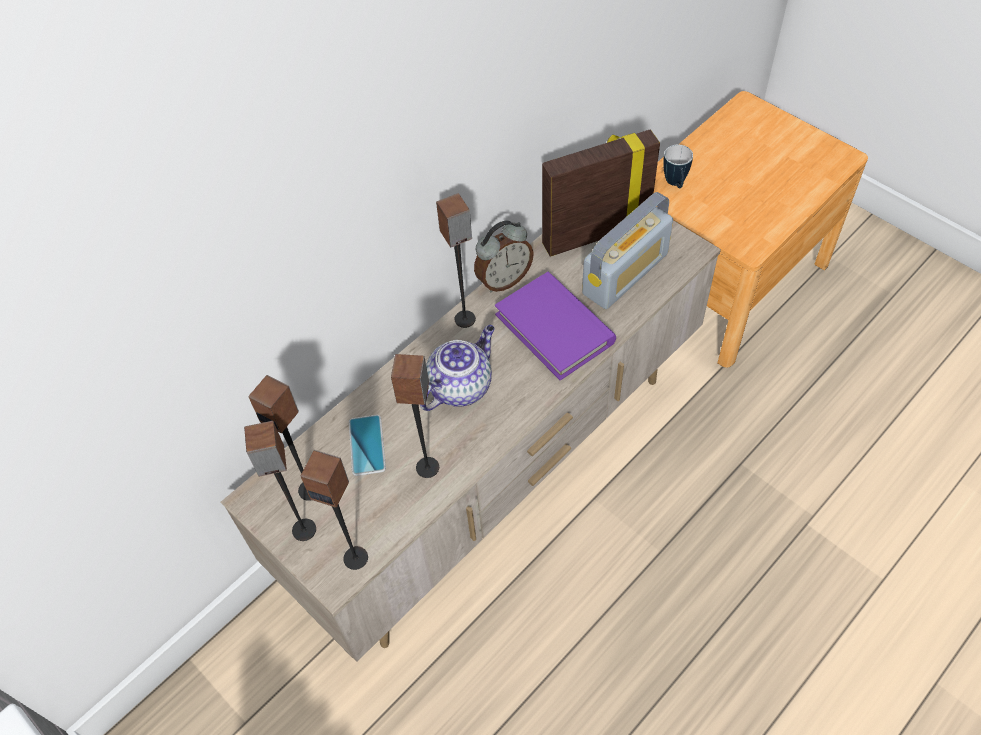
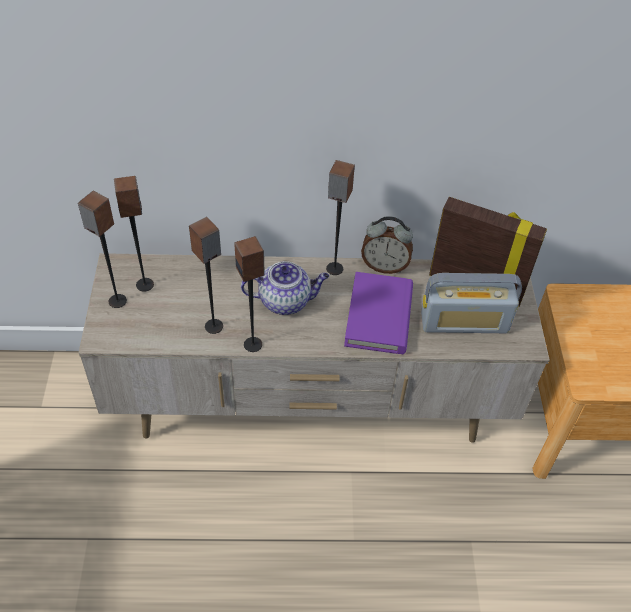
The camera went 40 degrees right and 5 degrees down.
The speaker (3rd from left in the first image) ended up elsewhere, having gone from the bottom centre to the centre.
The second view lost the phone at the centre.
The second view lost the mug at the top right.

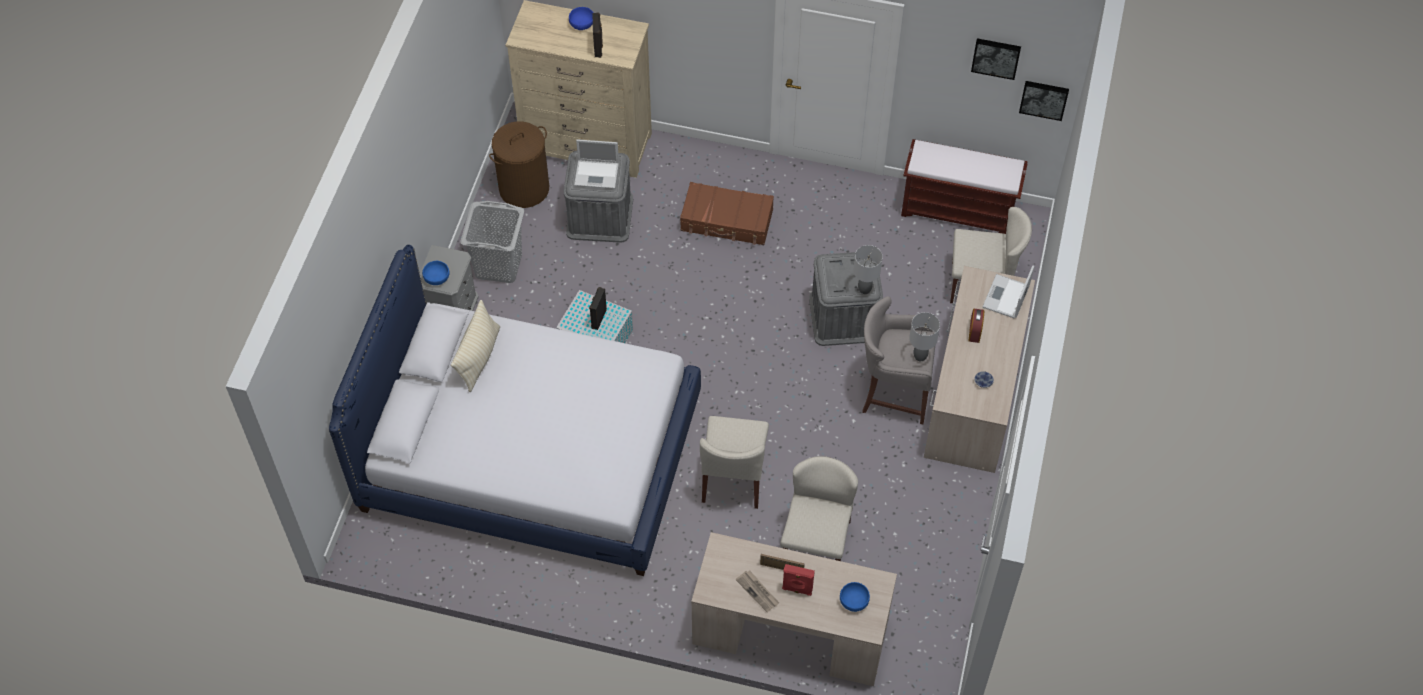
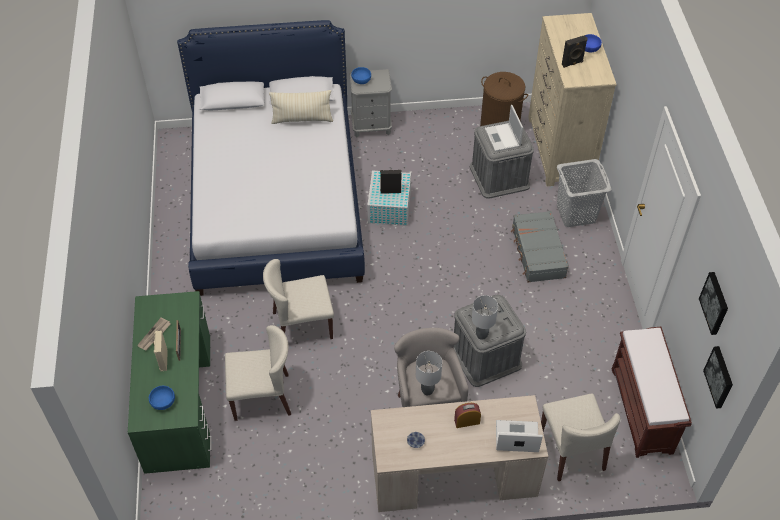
The camera went 70 degrees right and 5 degrees down.
The grey laundry basket ended up elsewhere, having gone from the centre to the middle right.
What was the brown suitcase at the top centre turned into the grey suitcase at the middle right.
What was the beige desk (1st from left) at the bottom centre turned into the green desk at the bottom left.
What was the red speaker at the bottom centre turned into the beige speaker at the bottom left.

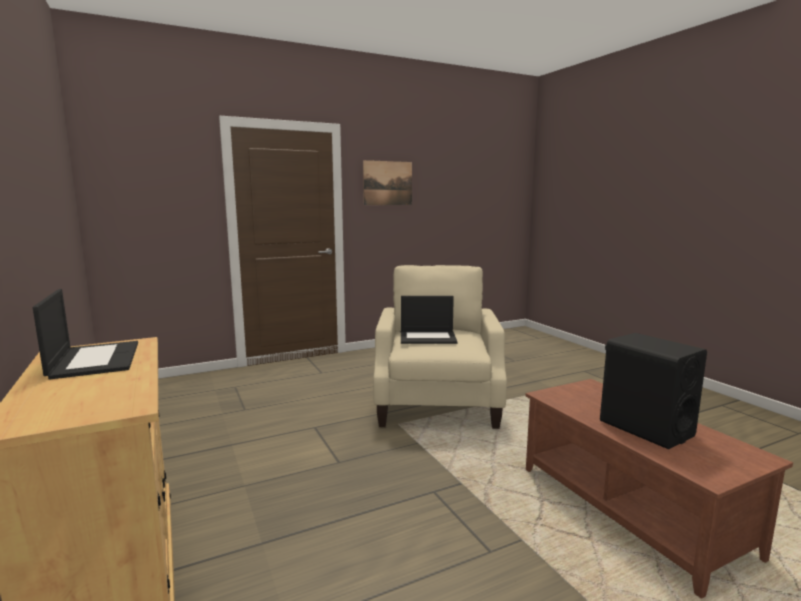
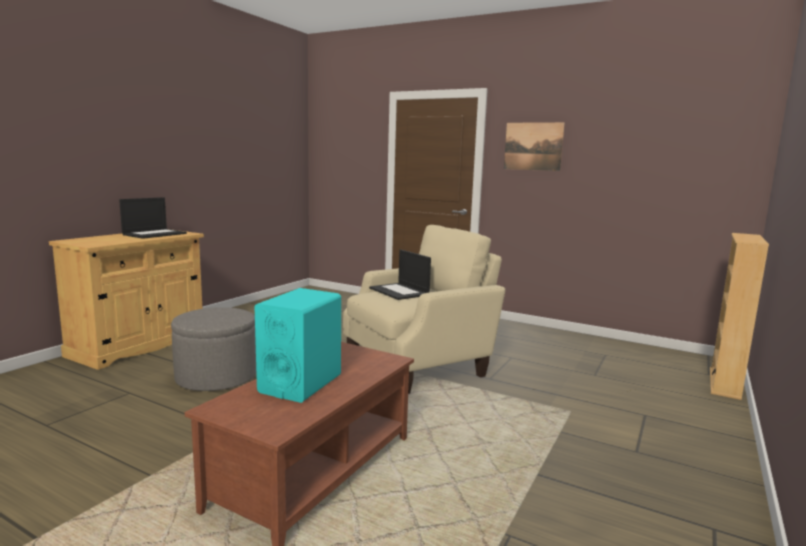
The camera went 55 degrees right and 0 degrees up.
What was the black speaker at the middle right turned into the turquoise speaker at the centre.
The second view gained the grey ottoman at the middle left.
The second view gained the beige bookcase at the middle right.

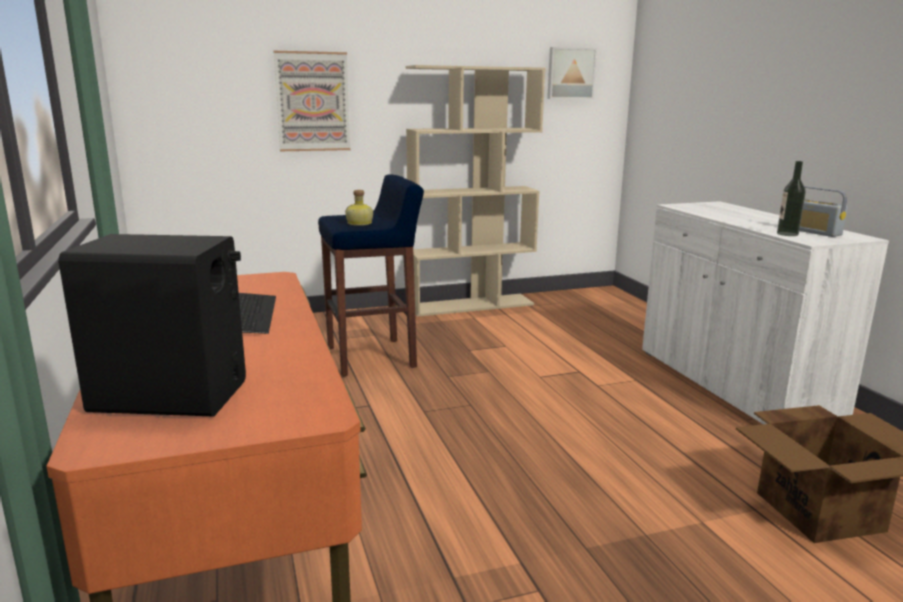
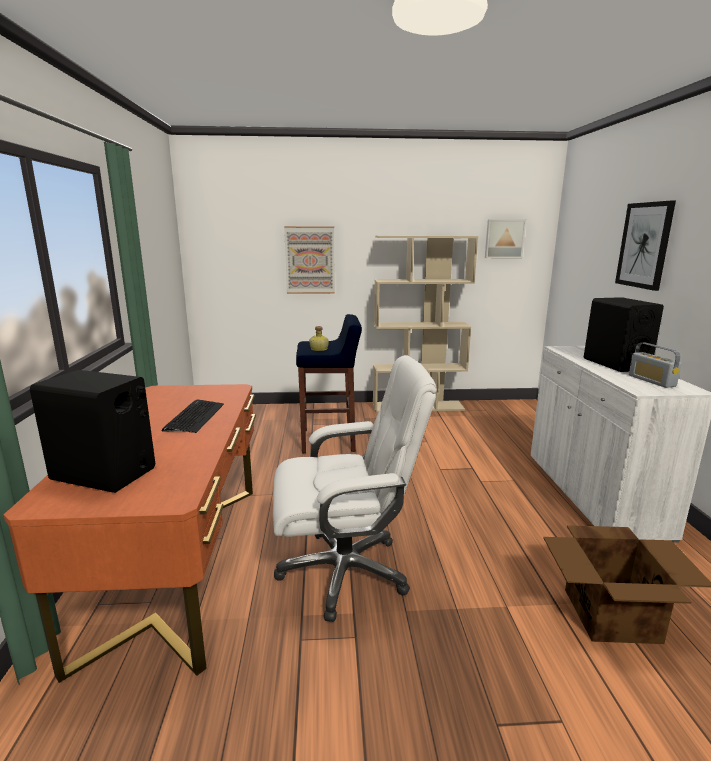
The camera went 15 degrees right and 0 degrees up.
The second view lost the bottle (2nd from left) at the top right.
The second view gained the white office chair at the centre.
The second view gained the black speaker (2nd from left) at the middle right.
The second view gained the picture (3rd from left) at the top right.

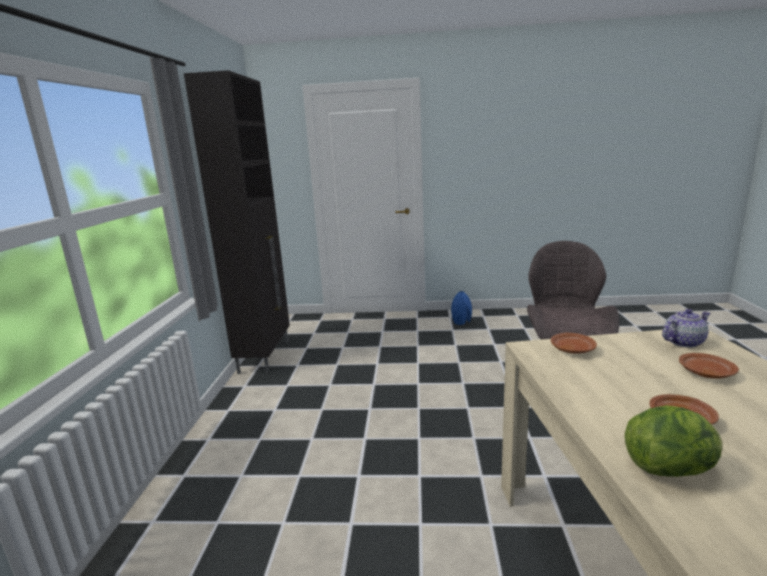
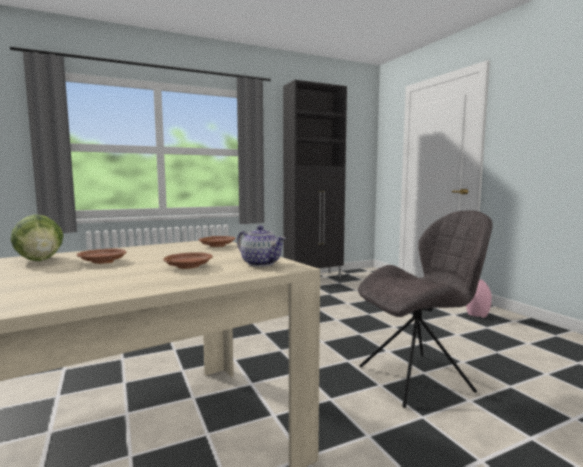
The camera went 60 degrees right and 10 degrees down.
What was the blue vase at the centre turned into the pink vase at the middle right.

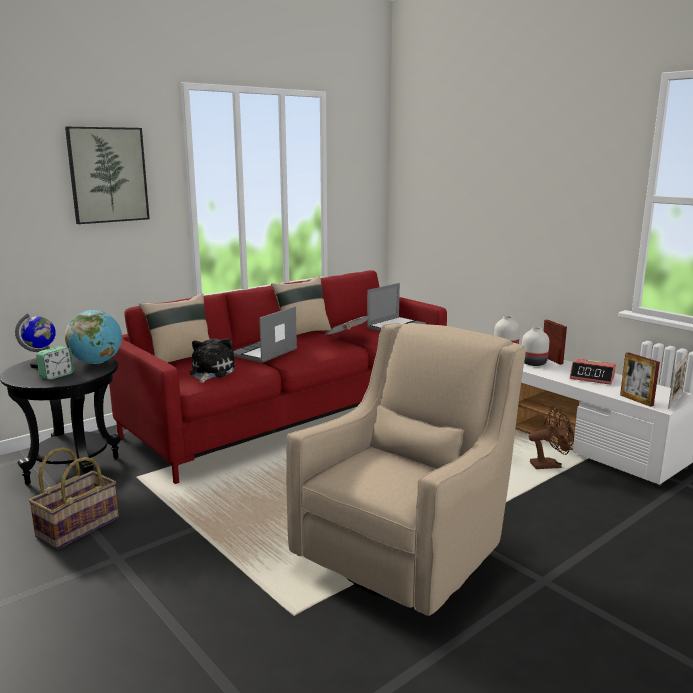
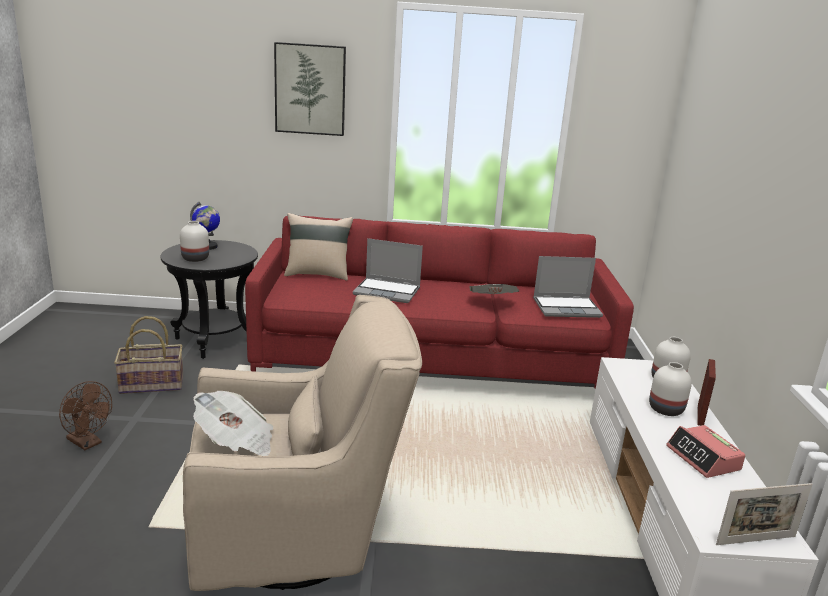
The camera went 40 degrees right and 5 degrees up.
Where the alarm clock (1st from left) stood at the middle left, the white vase (1st from left) came to stand at the middle left.
The second view lost the globe (2nd from left) at the middle left.
The second view lost the plush toy at the middle left.
The laptop (1st from left) at the centre ended up facing another way, 150 degrees counterclockwise from before.
The second view lost the beige pillow (2nd from left) at the centre.
The brown fan ended up elsewhere, having gone from the middle right to the bottom left.
The second view lost the picture frame (2nd from left) at the middle right.
The second view gained the newspaper (1st from left) at the bottom left.

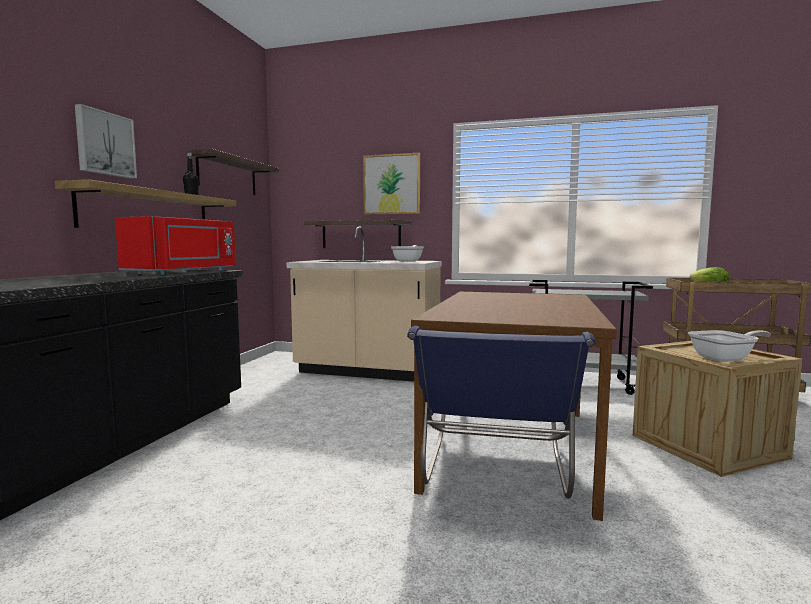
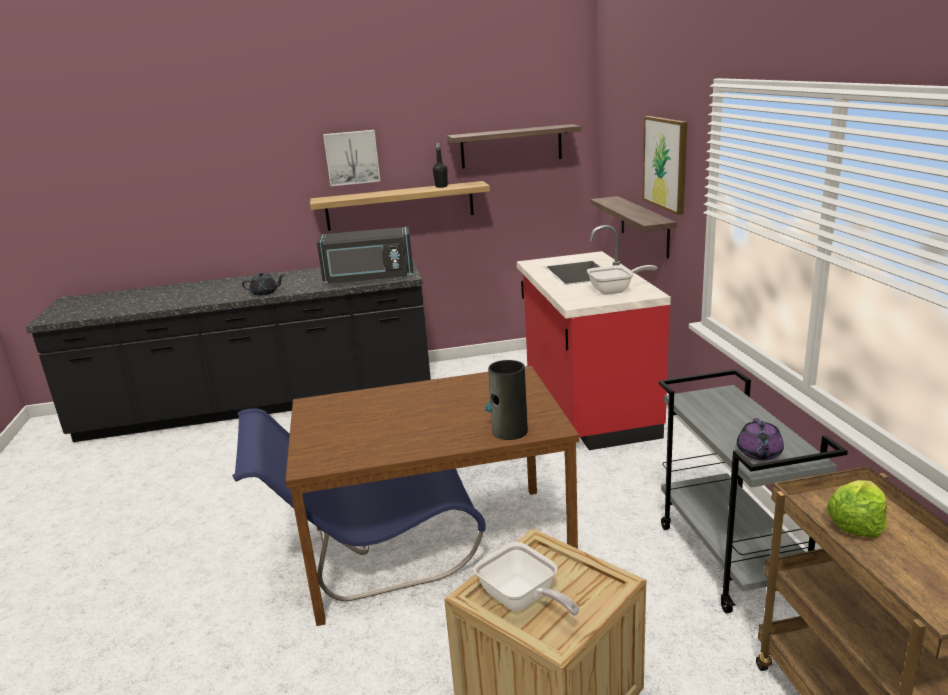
The camera went 65 degrees right and 15 degrees up.
What was the red microwave at the middle left turned into the black microwave at the centre.
What was the beige counter at the centre turned into the red counter at the centre.
The second view gained the black teapot at the middle left.
The second view gained the vase at the centre.
The second view gained the purple teapot at the middle right.

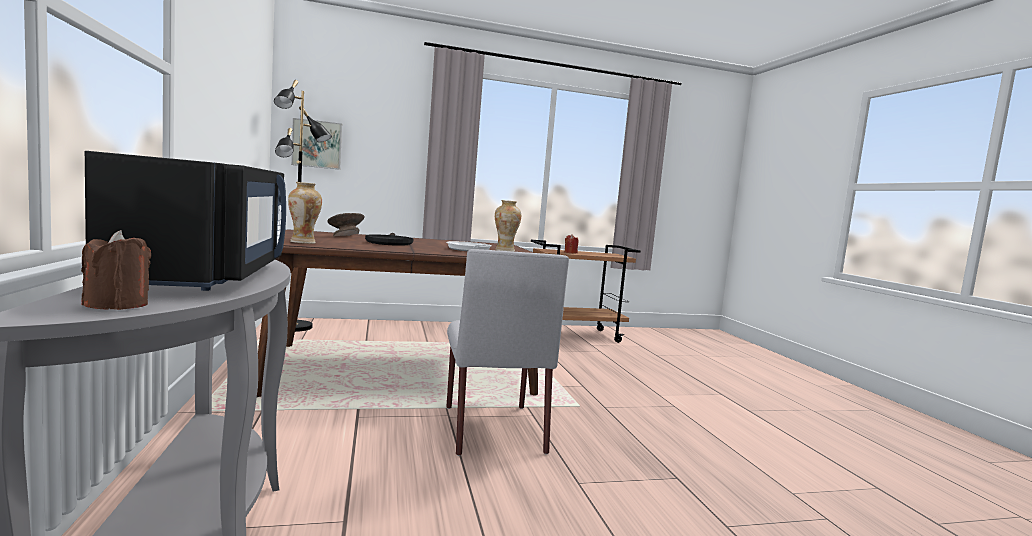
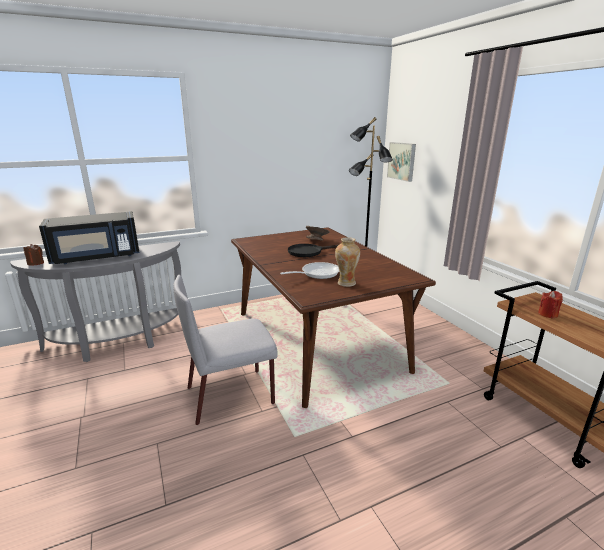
The camera went 80 degrees right and 15 degrees up.
The second view lost the vase (1st from left) at the middle left.

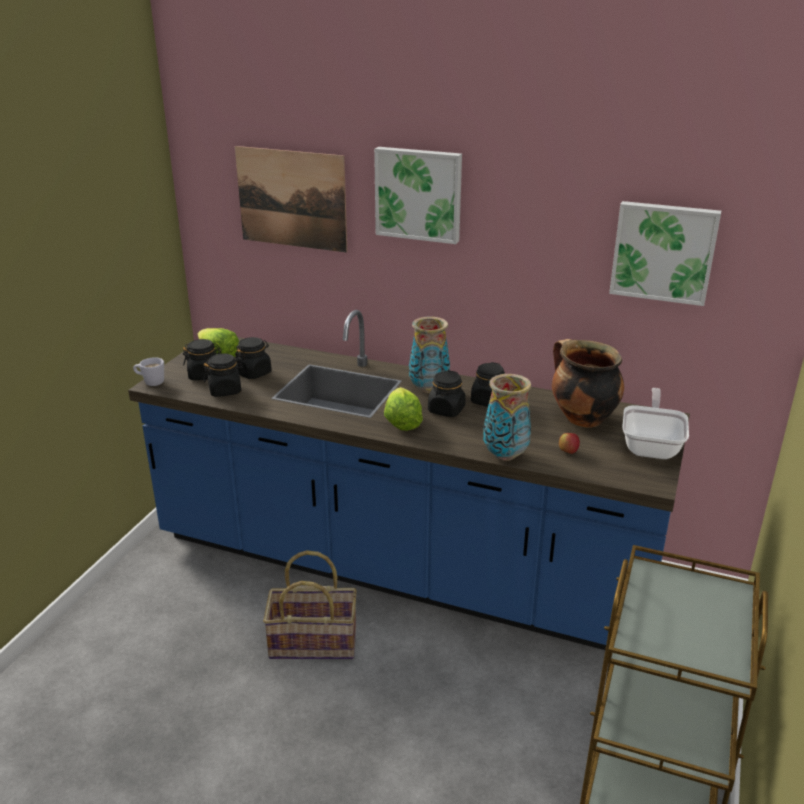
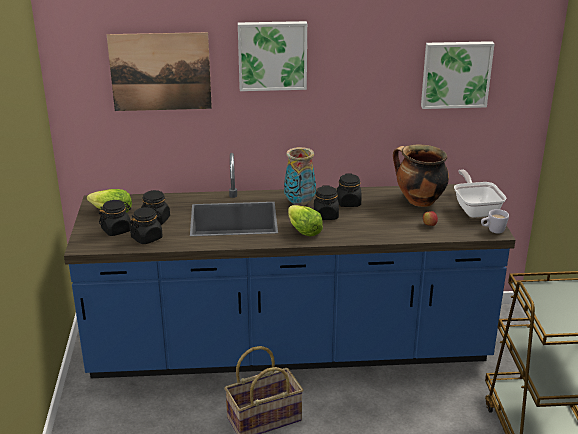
The camera went 25 degrees left and 0 degrees up.
The white mug ended up elsewhere, having gone from the middle left to the middle right.
The second view lost the vase (2nd from left) at the centre.

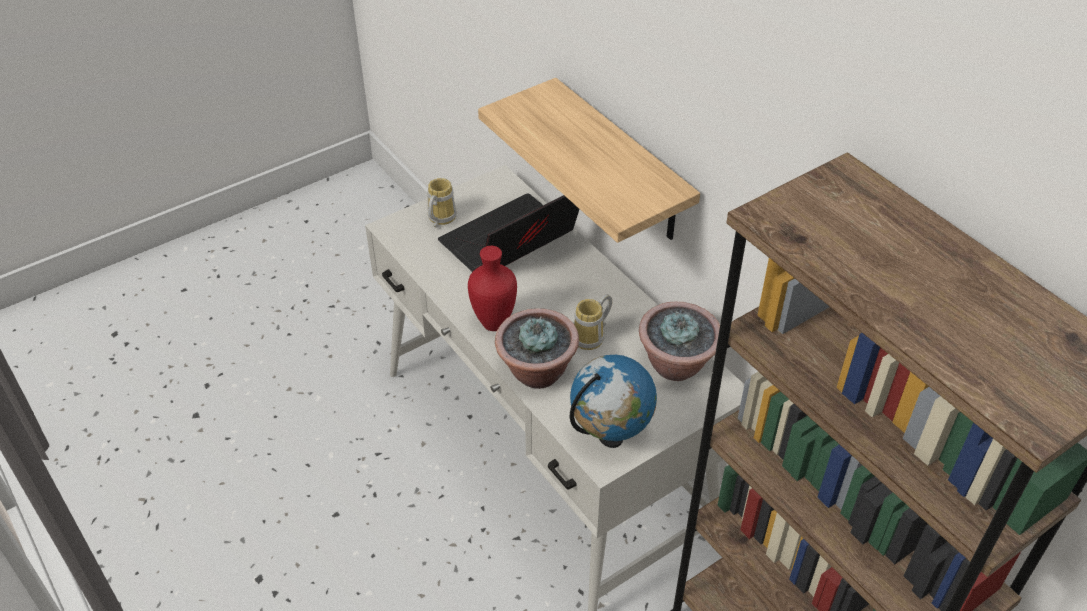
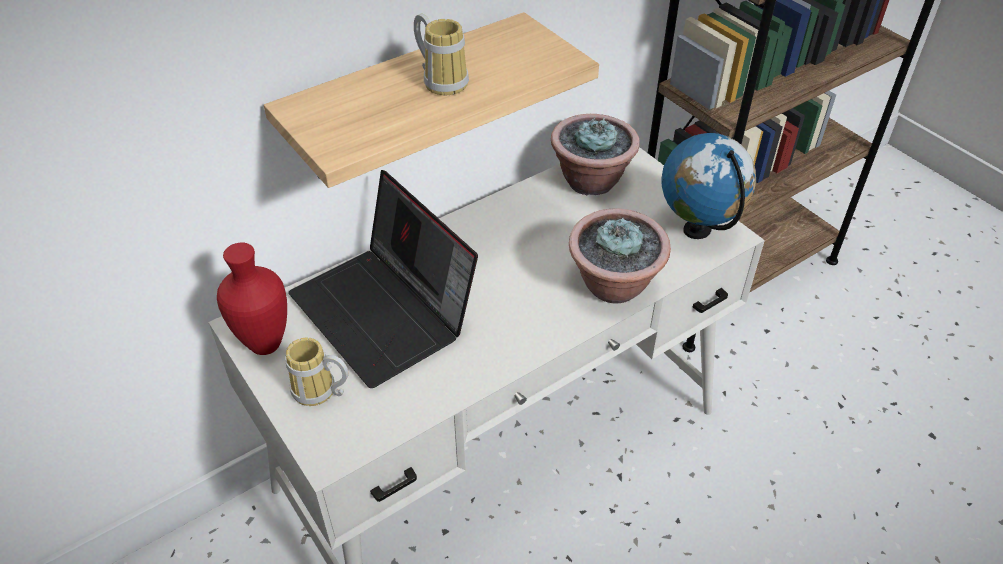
The camera went 90 degrees left and 0 degrees up.
The red vase ended up elsewhere, having gone from the centre to the middle left.
The mug (2nd from left) ended up elsewhere, having gone from the centre to the top centre.

